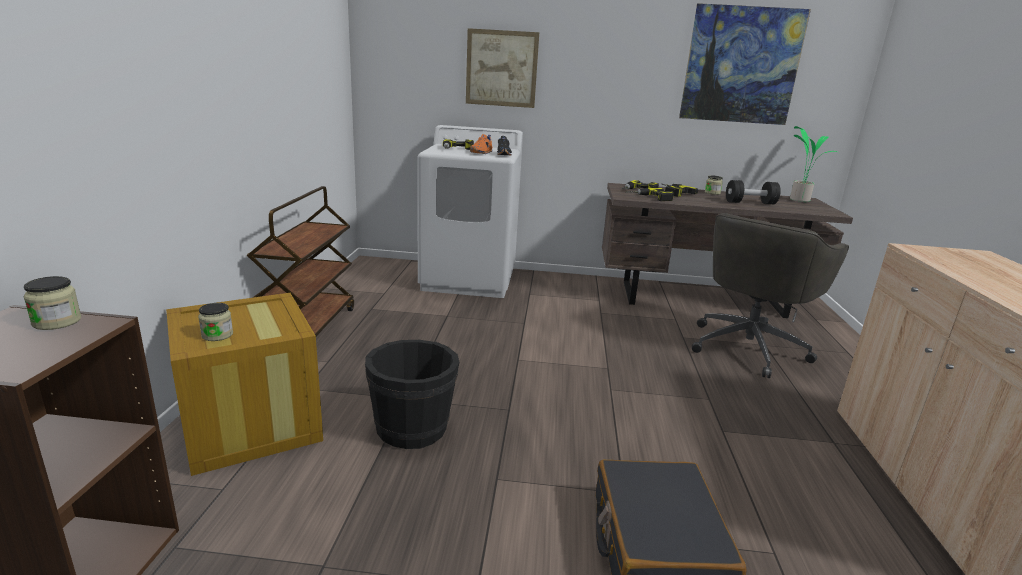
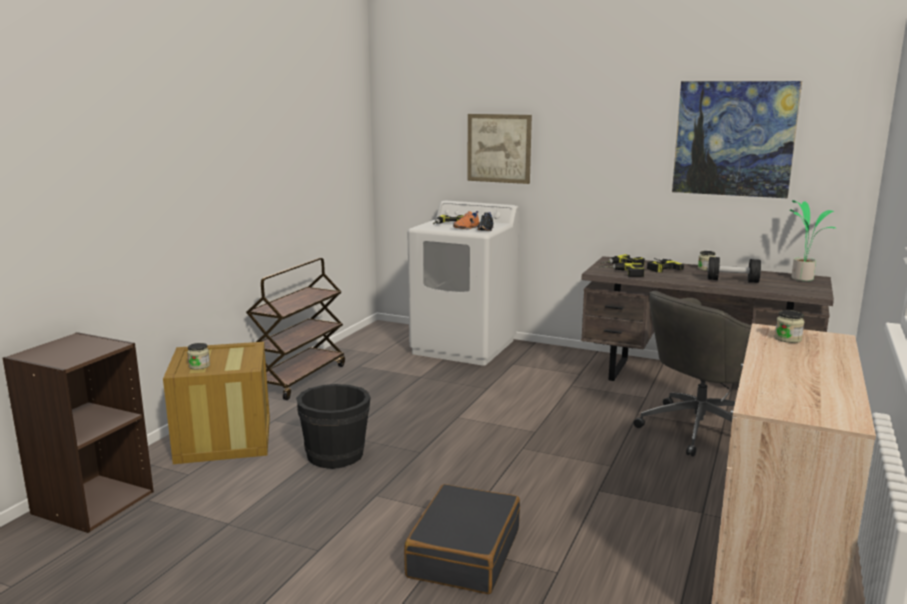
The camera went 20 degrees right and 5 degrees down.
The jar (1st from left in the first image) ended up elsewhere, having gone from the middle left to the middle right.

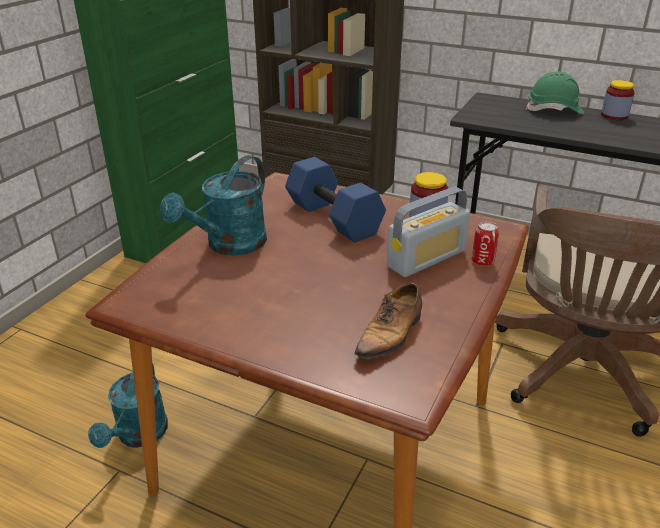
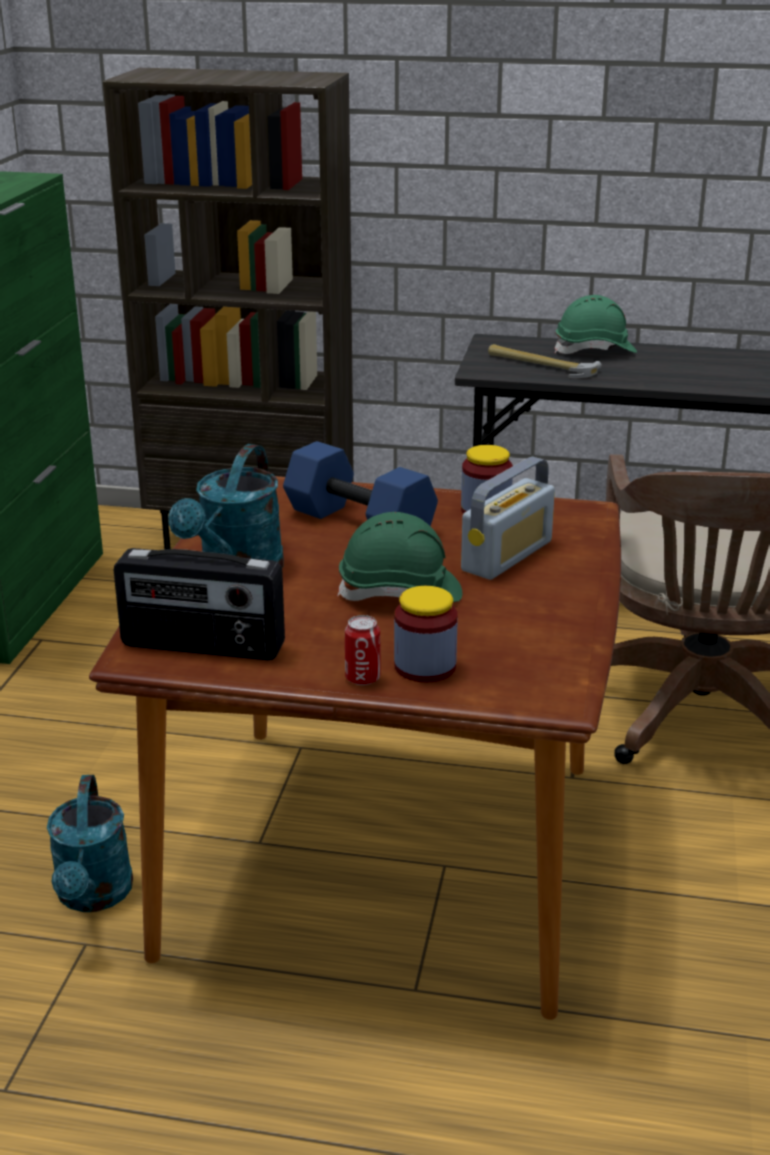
The camera went 15 degrees left and 5 degrees down.
The second view lost the shoe at the centre.
The can ended up elsewhere, having gone from the middle right to the centre.
The jar (2nd from left in the first image) ended up elsewhere, having gone from the top right to the centre.
The second view gained the radio (1st from left) at the middle left.
The second view gained the green hard hat (1st from left) at the centre.
The second view gained the hammer at the top right.

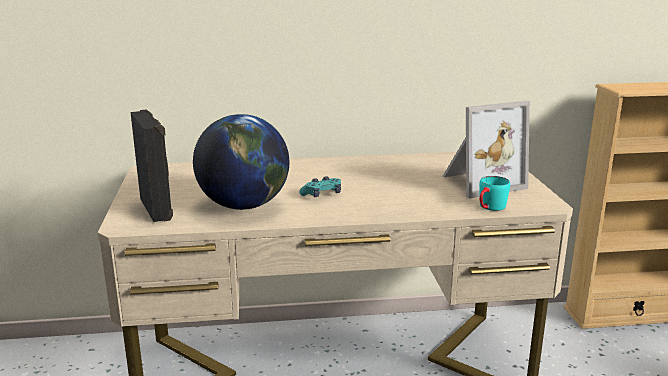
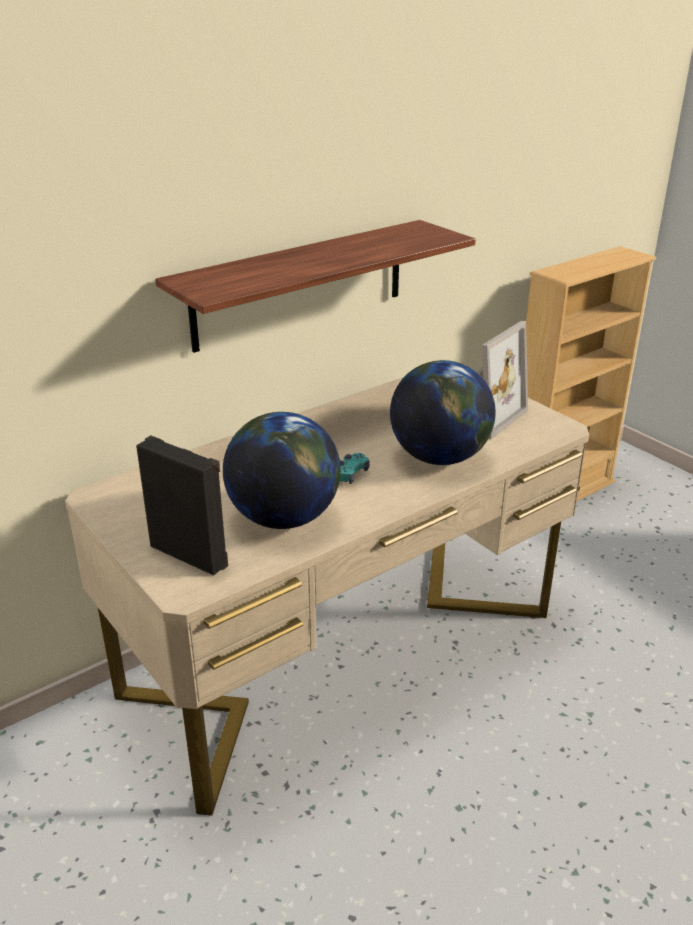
The camera went 30 degrees left and 10 degrees up.
The second view lost the turquoise mug at the middle right.
The second view gained the shelf at the top centre.
The second view gained the globe (2nd from left) at the centre.

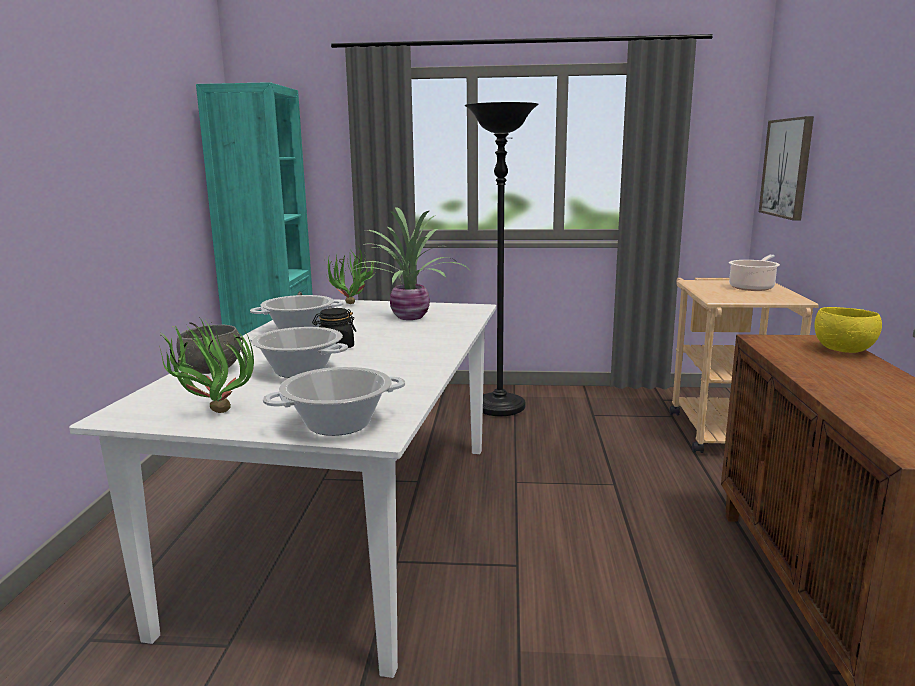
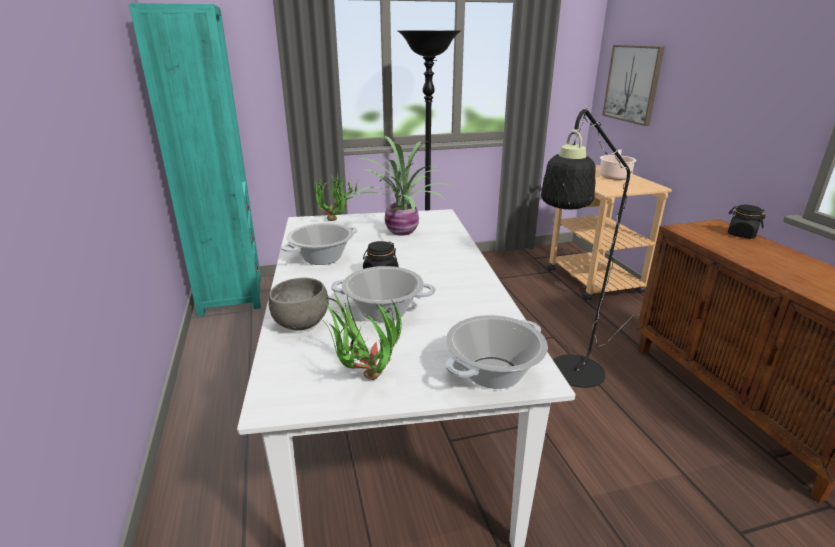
The camera went 20 degrees left and 10 degrees up.
Where the yellow bowl stood at the middle right, the black jar (2nd from left) came to stand at the middle right.
The second view gained the black floor lamp (2nd from left) at the middle right.

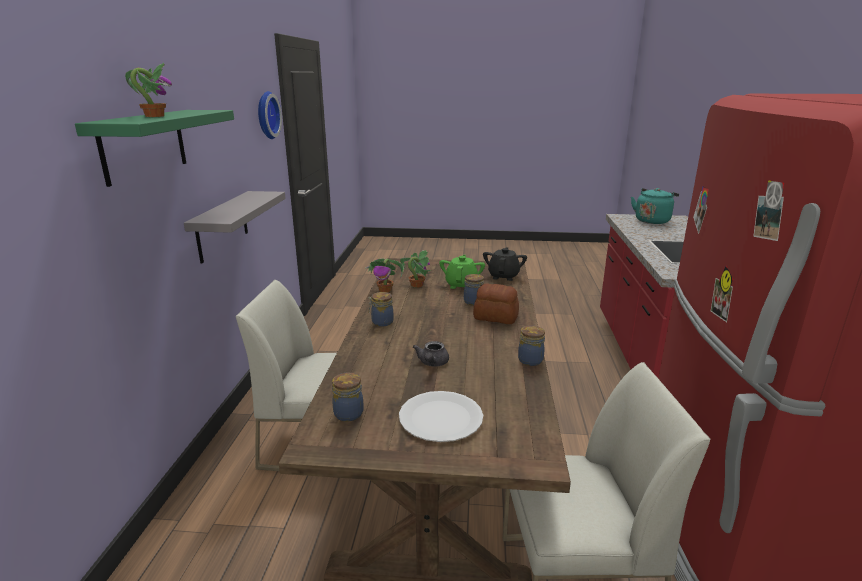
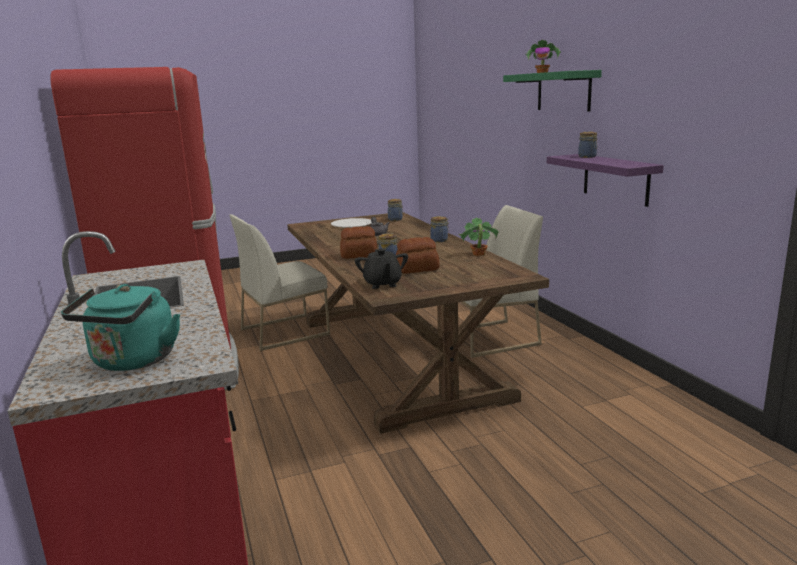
The camera went 155 degrees right and 5 degrees down.
What was the grey shelf at the middle left turned into the purple shelf at the top right.
The second view lost the wall clock at the top left.
The second view lost the potted plant (3rd from left) at the centre.
Where the green teapot stood at the centre, the bread (2nd from left) came to stand at the centre.
The jar (4th from left) ended up elsewhere, having gone from the centre to the top right.

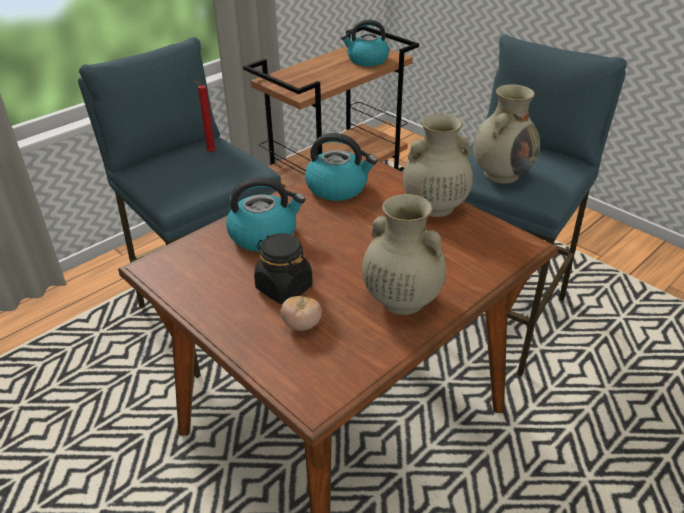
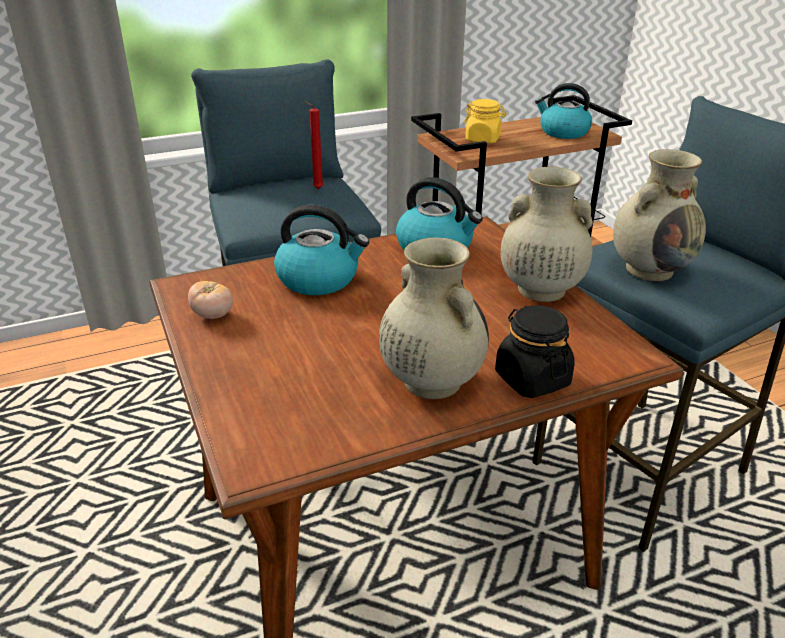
The camera went 20 degrees right and 5 degrees down.
The black jar ended up elsewhere, having gone from the centre to the middle right.
The tomato ended up elsewhere, having gone from the centre to the middle left.
The second view gained the yellow jar at the top centre.

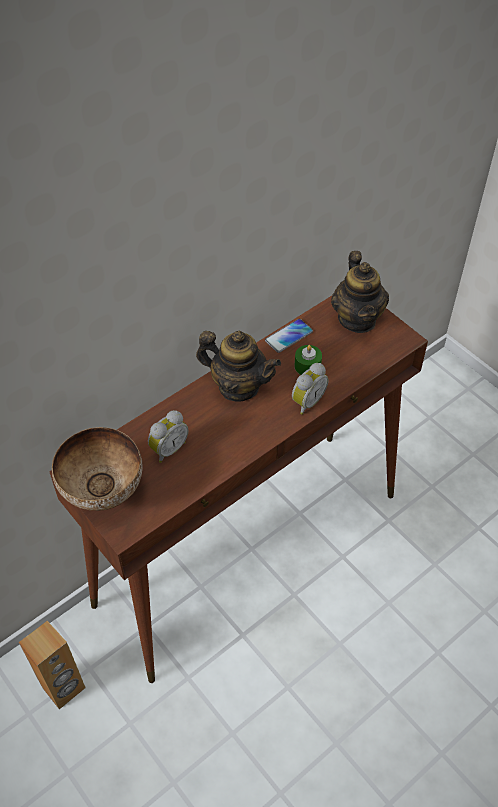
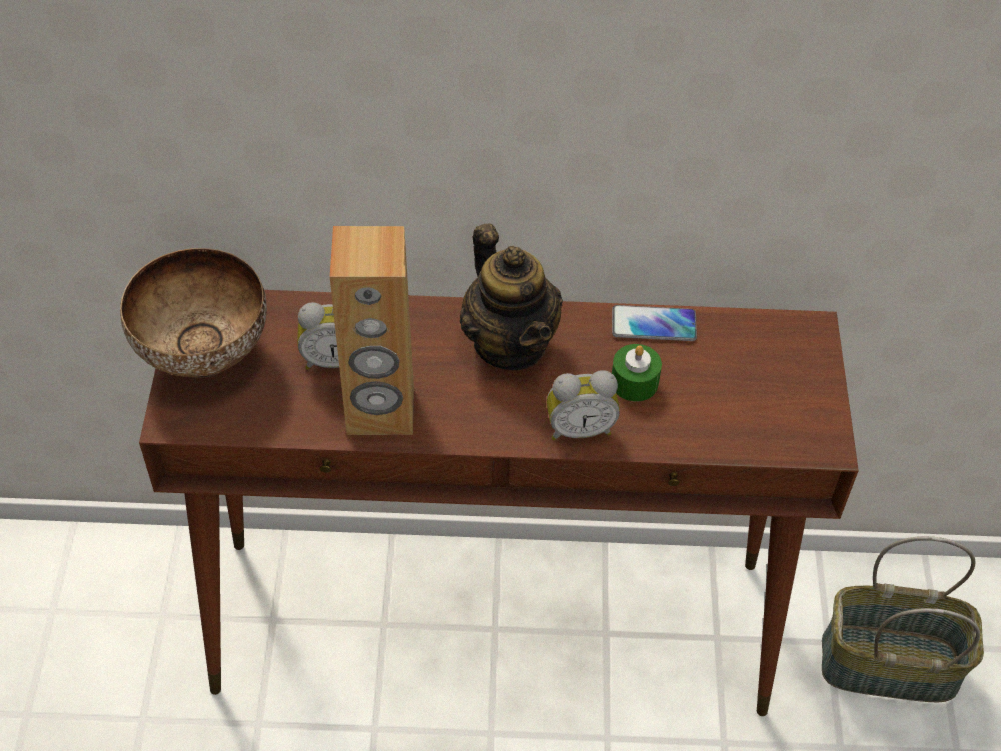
The camera went 40 degrees right and 0 degrees up.
The brown speaker ended up elsewhere, having gone from the bottom left to the centre.
The second view lost the teapot (2nd from left) at the middle right.
The second view gained the basket at the bottom right.

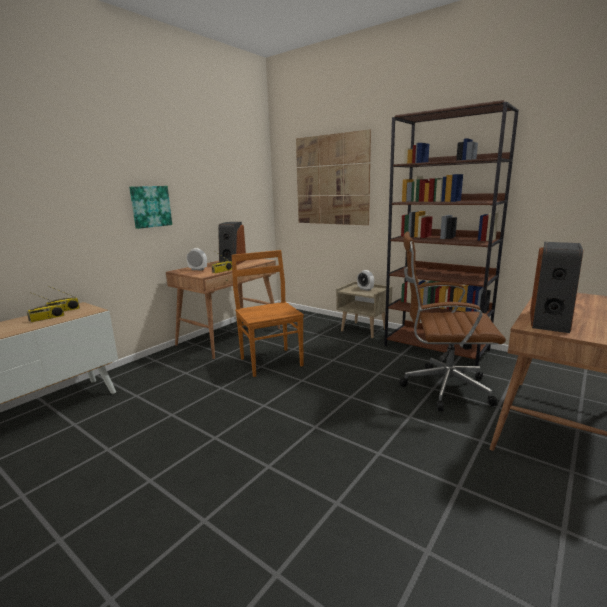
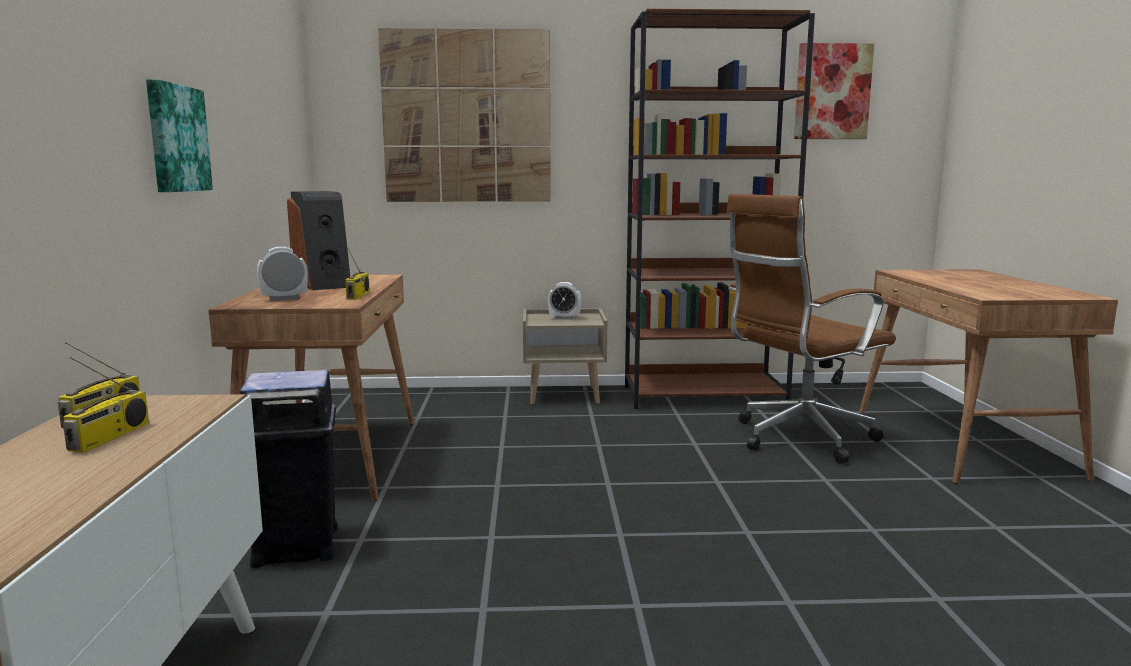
The camera went 40 degrees left and 5 degrees down.
The second view lost the brown chair at the centre.
The second view lost the speaker (2nd from left) at the middle right.
The second view gained the black trash can at the bottom left.
The second view gained the picture (3rd from left) at the top right.

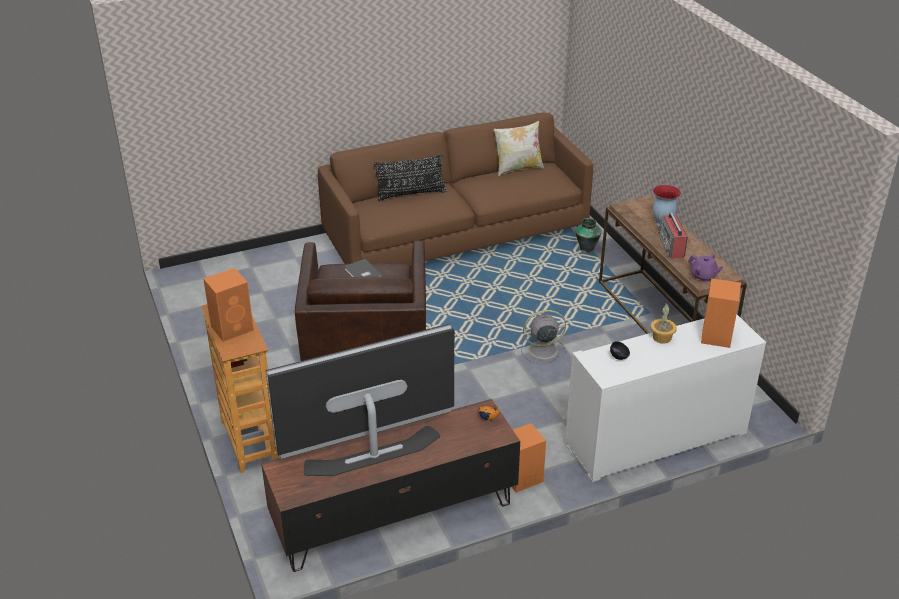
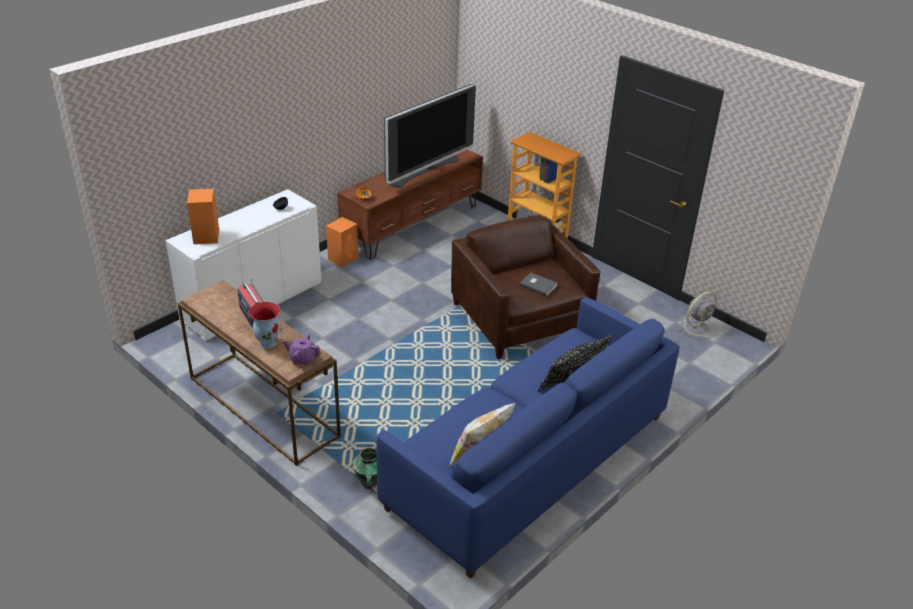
The camera went 155 degrees right and 0 degrees up.
The second view lost the orange speaker (1st from left) at the middle left.
What was the brown sofa at the top centre turned into the blue sofa at the bottom centre.
The grey fan ended up elsewhere, having gone from the centre to the middle right.
The second view lost the potted plant at the middle right.
The purple teapot ended up elsewhere, having gone from the middle right to the middle left.

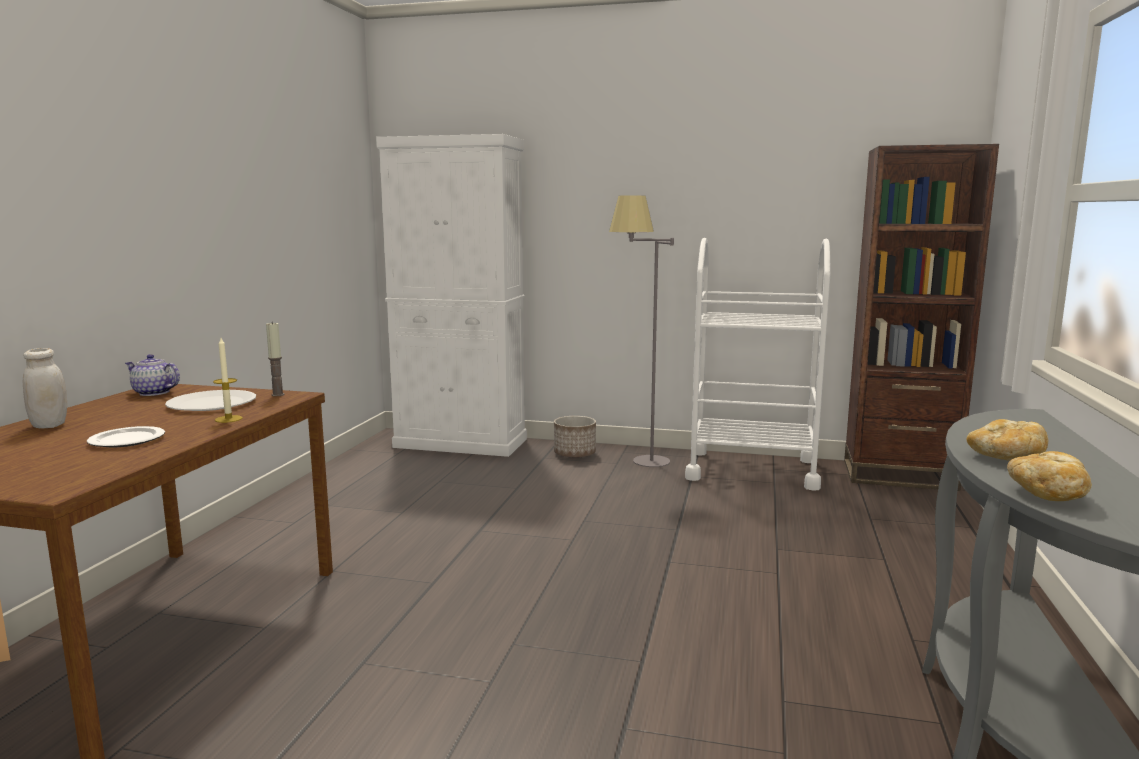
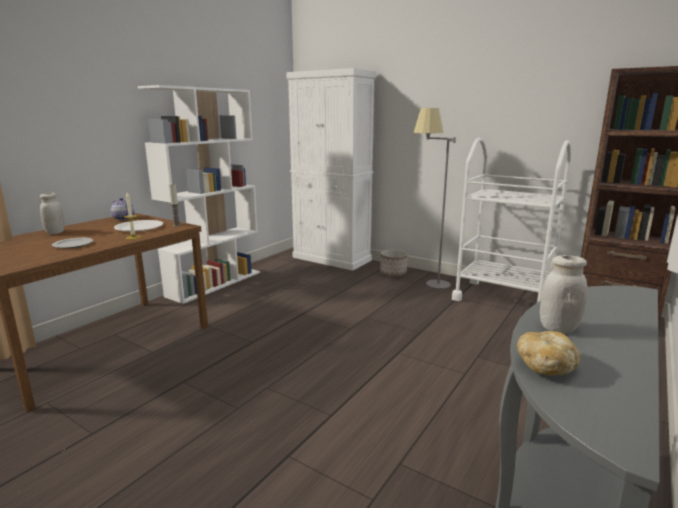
The camera went 20 degrees right and 5 degrees up.
Where the bread (1st from left) stood at the middle right, the white jar (2nd from left) came to stand at the middle right.
The second view gained the white bookcase at the middle left.

